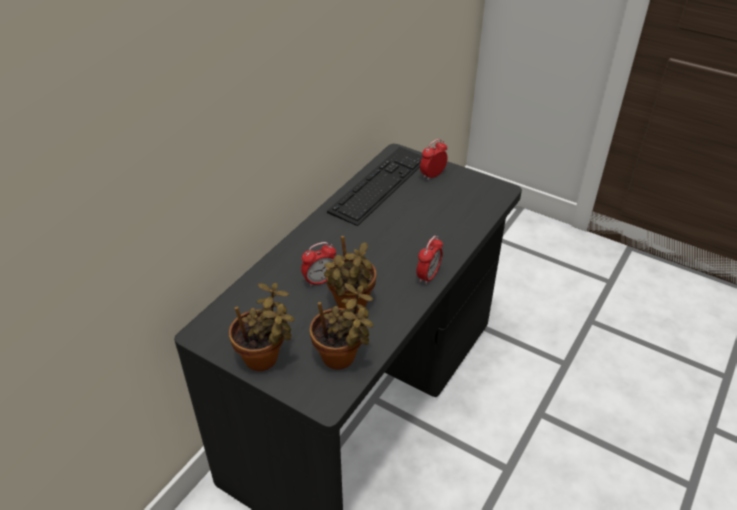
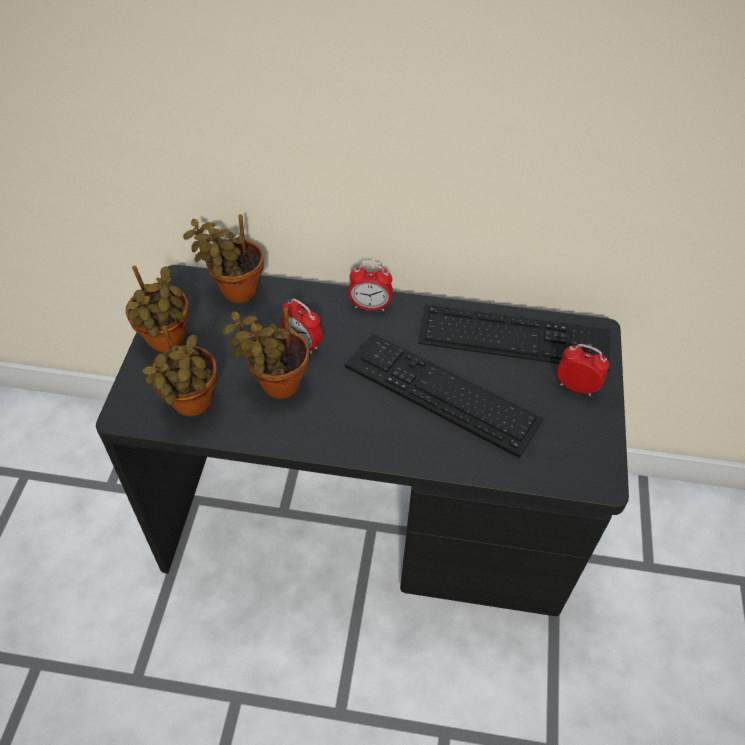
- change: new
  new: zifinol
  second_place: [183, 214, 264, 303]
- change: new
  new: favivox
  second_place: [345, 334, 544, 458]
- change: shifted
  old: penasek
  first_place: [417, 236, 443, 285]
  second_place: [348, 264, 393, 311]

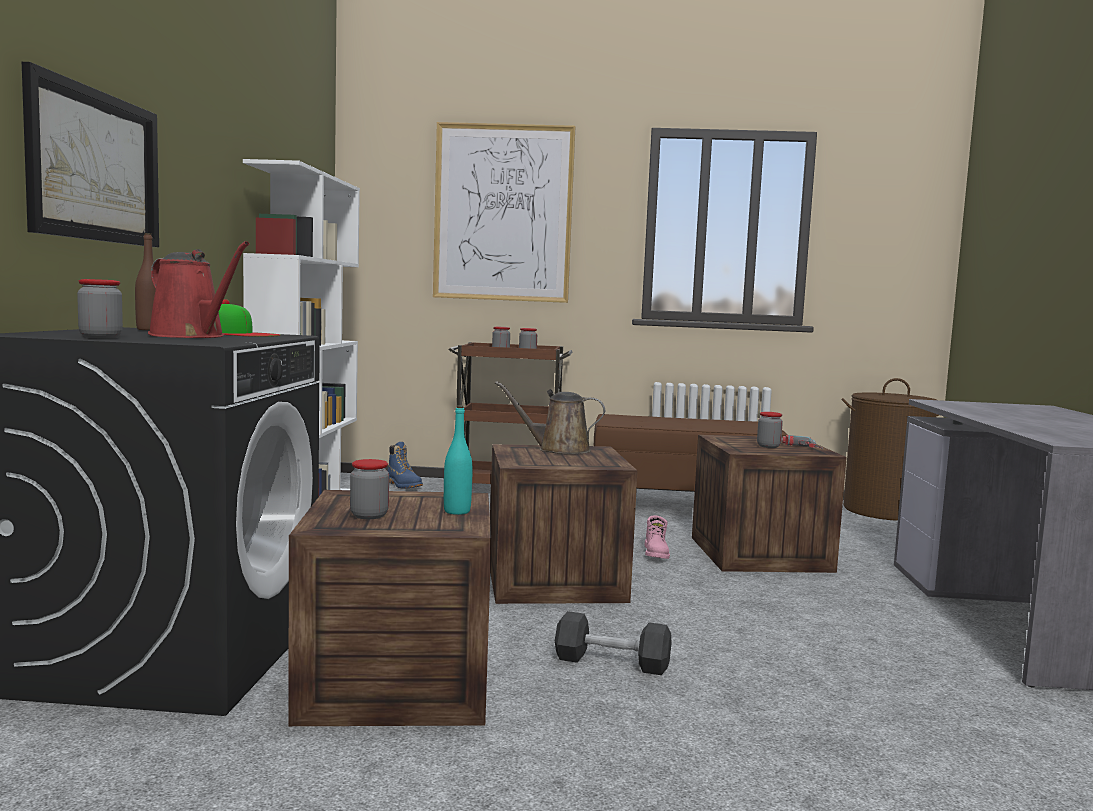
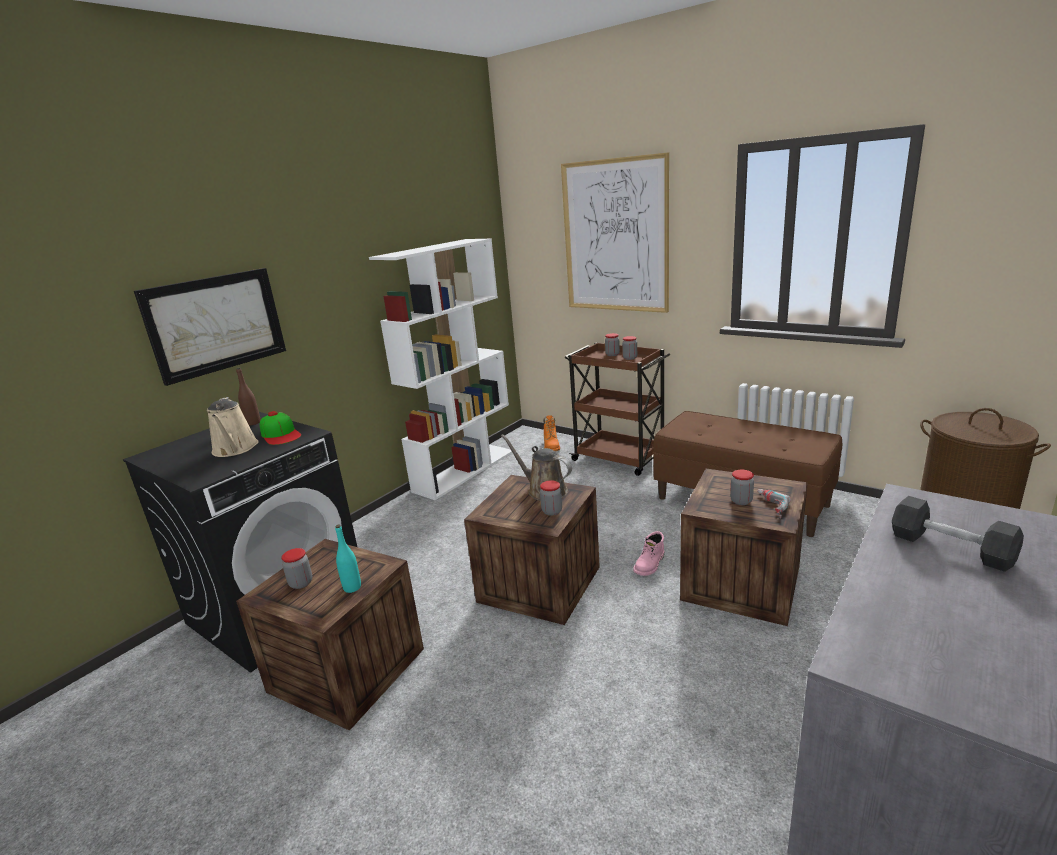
- change: repainted
  old: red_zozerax
  new: beige_zozerax
  first_place: [148, 241, 249, 338]
  second_place: [207, 397, 259, 457]
- change: shifted
  old: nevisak
  first_place: [77, 279, 123, 338]
  second_place: [540, 480, 562, 516]
- change: repainted
  old: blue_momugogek
  new: orange_momugogek
  first_place: [388, 442, 423, 488]
  second_place: [544, 415, 560, 451]
- change: shifted
  old: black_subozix
  first_place: [555, 611, 671, 675]
  second_place: [892, 496, 1024, 572]

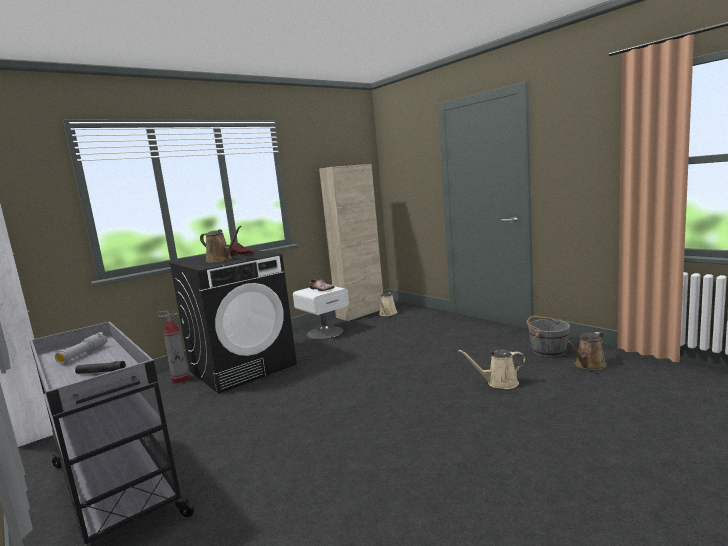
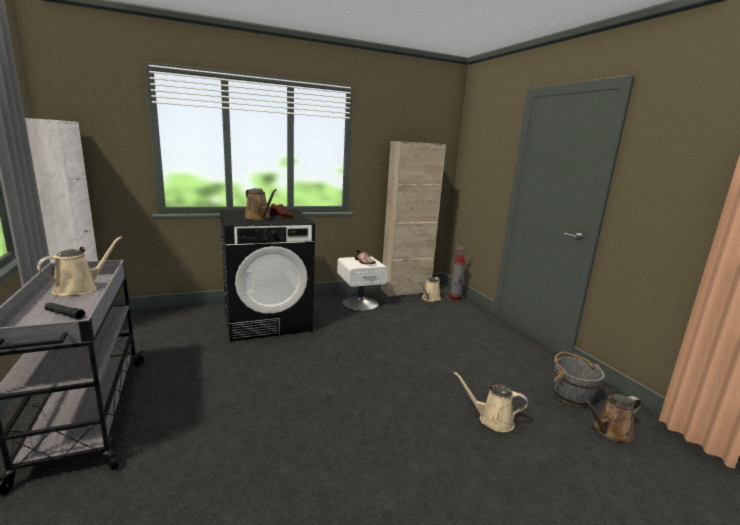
- change: swapped
  old: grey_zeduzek
  new: beige_zozerax
  first_place: [55, 332, 108, 364]
  second_place: [37, 236, 122, 296]
- change: shifted
  old: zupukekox
  first_place: [158, 311, 189, 384]
  second_place: [450, 245, 468, 301]

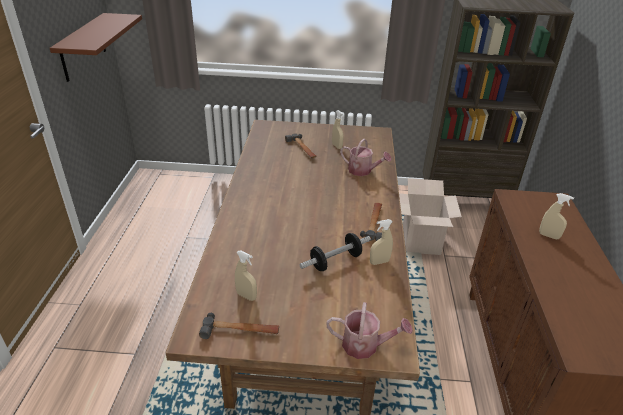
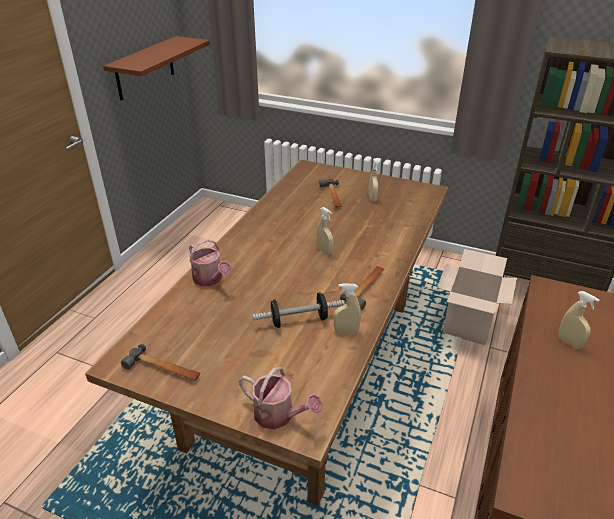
- change: shifted
  old: zozerax
  first_place: [340, 138, 392, 176]
  second_place: [189, 239, 231, 287]
- change: shifted
  old: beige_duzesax
  first_place: [235, 250, 257, 301]
  second_place: [316, 207, 333, 255]

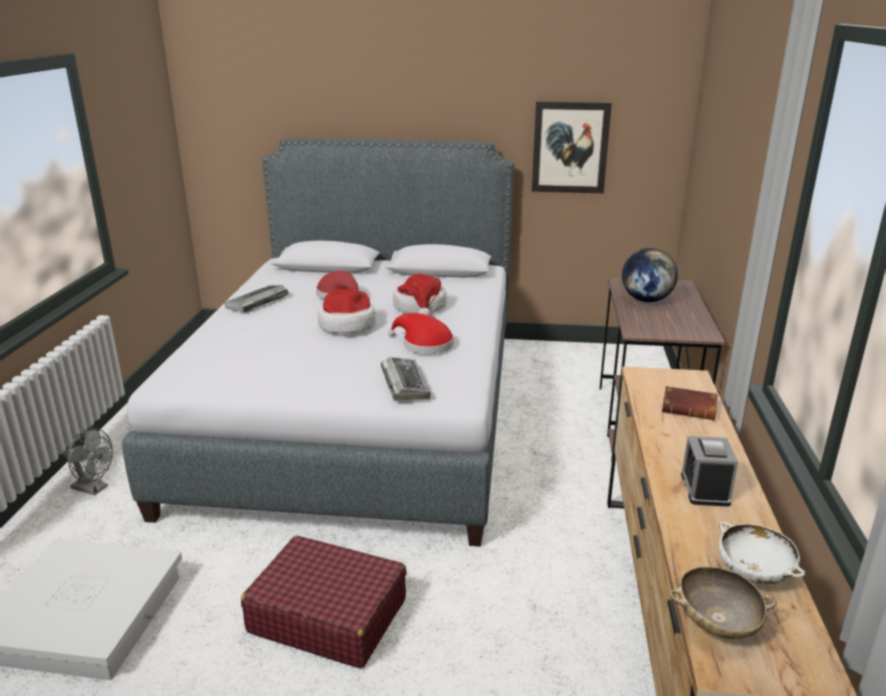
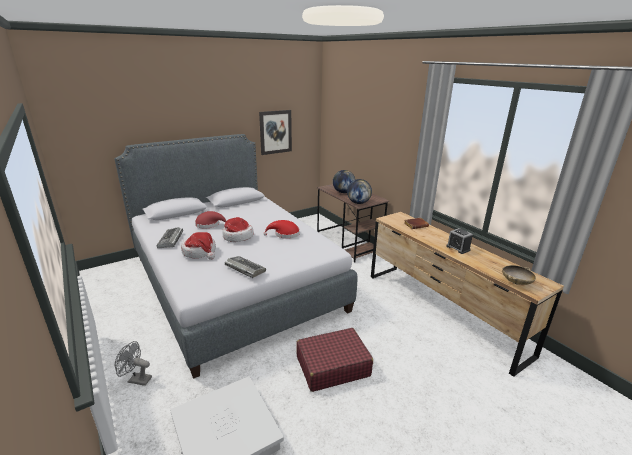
- change: rotated
  old: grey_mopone
  first_place: [63, 428, 113, 495]
  second_place: [115, 341, 152, 386]
  degrees: -150
- change: shifted
  old: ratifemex
  first_place: [393, 274, 447, 316]
  second_place: [181, 232, 216, 260]
- change: shifted
  old: favivox
  first_place: [381, 357, 430, 401]
  second_place: [225, 256, 266, 278]
- change: new
  new: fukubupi
  second_place: [347, 179, 372, 204]
- change: gone
  old: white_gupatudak
  first_place: [718, 522, 805, 584]

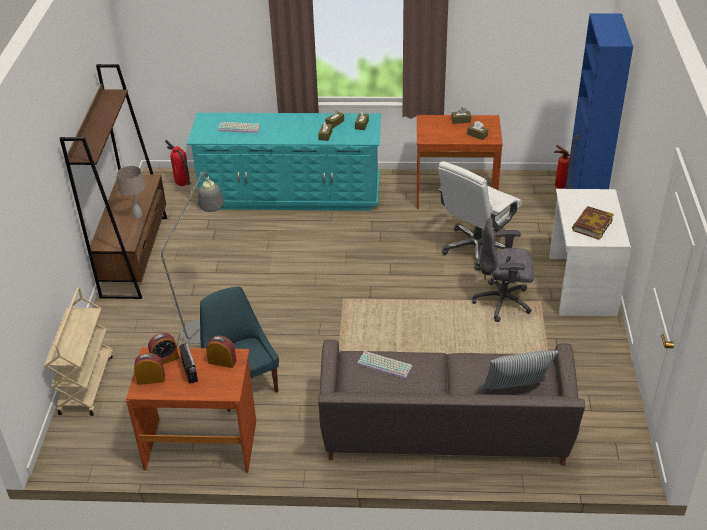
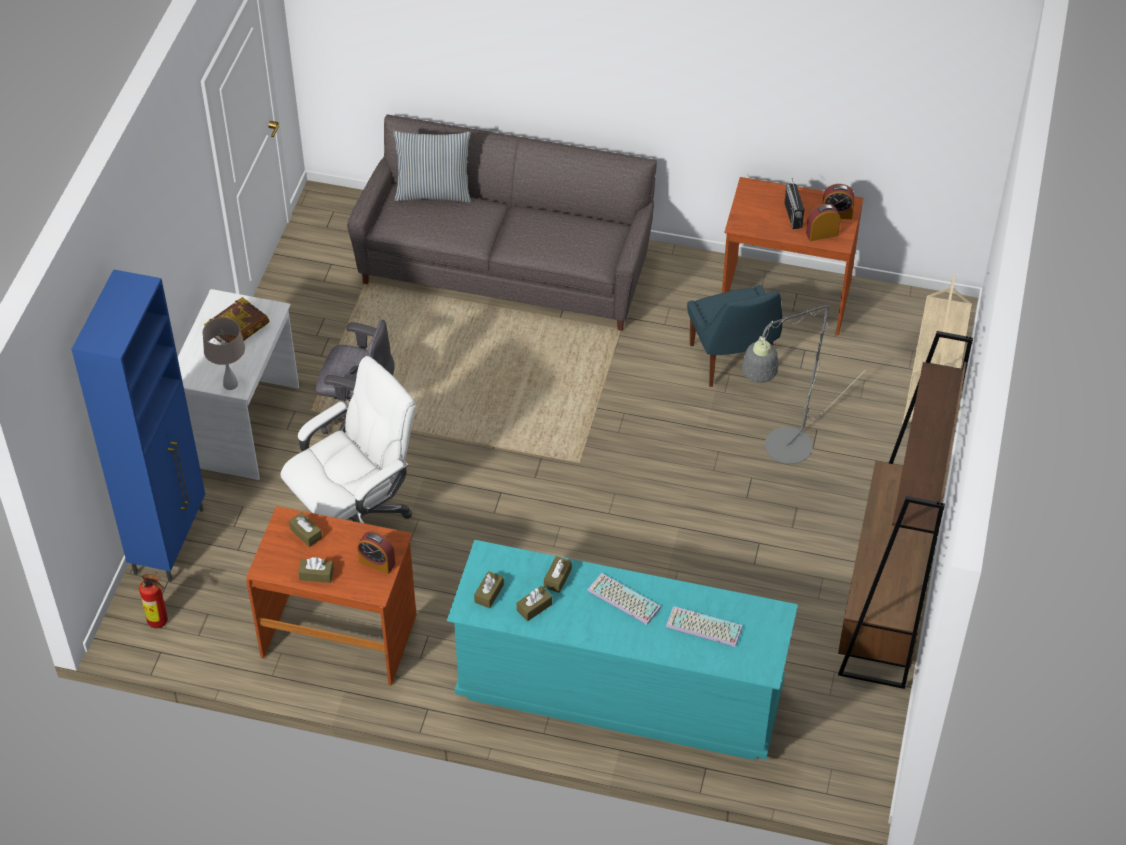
- change: shifted
  old: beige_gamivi
  first_place: [117, 166, 146, 218]
  second_place: [203, 318, 245, 390]
- change: shifted
  old: penasek
  first_place: [206, 336, 237, 368]
  second_place: [357, 531, 396, 574]
- change: shifted
  old: favivox
  first_place: [357, 351, 413, 379]
  second_place: [587, 573, 661, 625]
- change: gone
  old: zupukekox
  first_place: [165, 140, 191, 186]

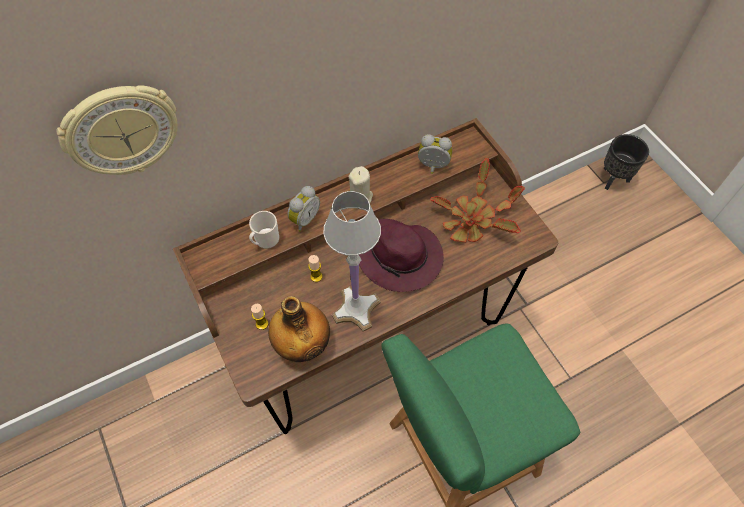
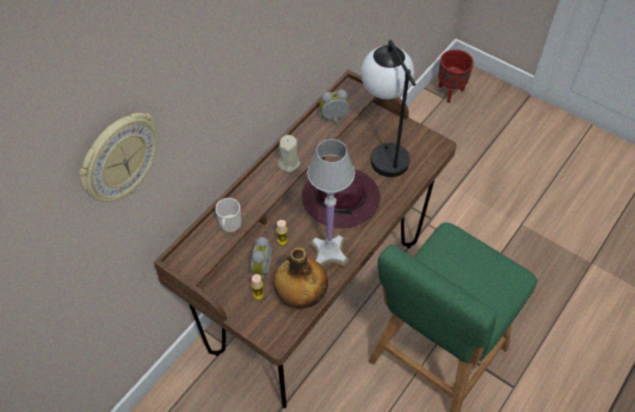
- change: shifted
  old: penasek
  first_place: [287, 186, 320, 232]
  second_place: [251, 237, 272, 280]
- change: swapped
  old: zifinol
  new: gamivi
  first_place: [430, 158, 525, 243]
  second_place: [361, 40, 416, 177]
- change: repainted
  old: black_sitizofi
  new: red_sitizofi
  first_place: [604, 134, 649, 190]
  second_place: [438, 49, 474, 103]

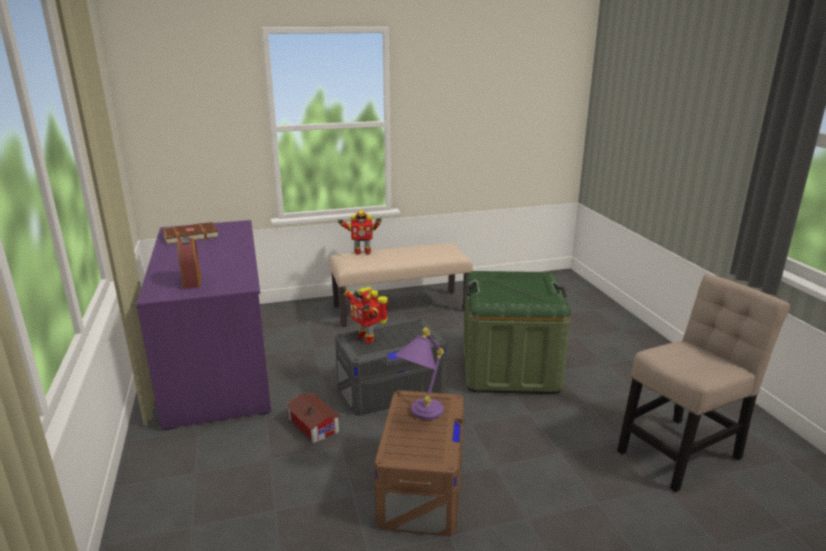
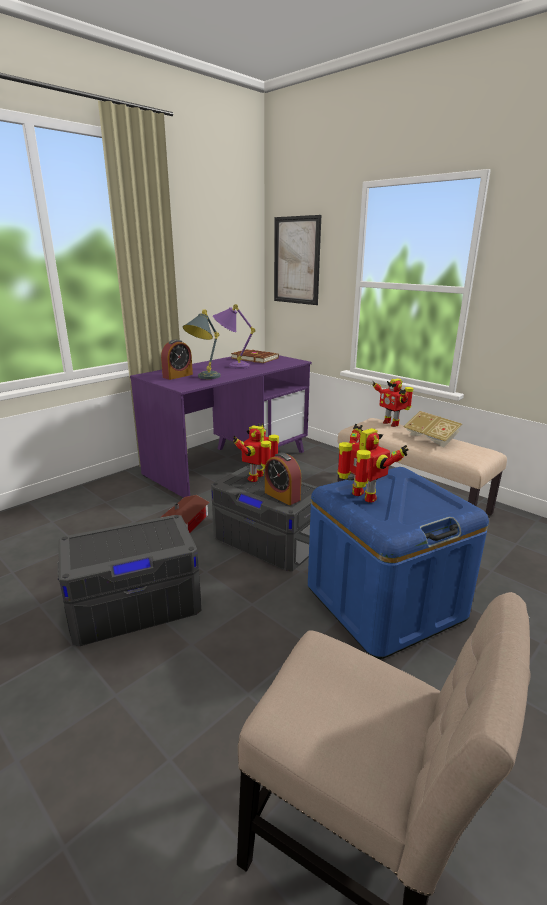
- change: repainted
  old: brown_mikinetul
  new: grey_mikinetul
  first_place: [375, 390, 464, 537]
  second_place: [57, 515, 202, 646]
- change: new
  new: grey_gamivi
  second_place: [183, 309, 220, 379]
- change: shifted
  old: purple_gamivi
  first_place: [394, 327, 445, 420]
  second_place: [213, 304, 256, 369]
- change: new
  new: penasek
  second_place: [265, 453, 301, 505]
- change: new
  new: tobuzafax
  second_place: [274, 215, 321, 305]
- change: repainted
  old: green_mikinetul
  new: blue_mikinetul
  first_place: [463, 271, 571, 394]
  second_place: [308, 467, 489, 659]
- change: new
  new: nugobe
  second_place: [337, 424, 409, 503]
- change: new
  new: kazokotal
  second_place: [403, 411, 462, 448]

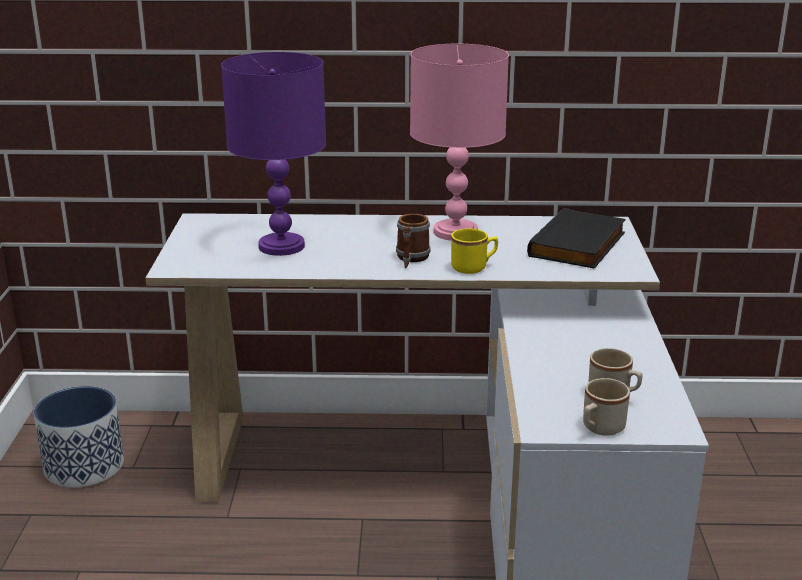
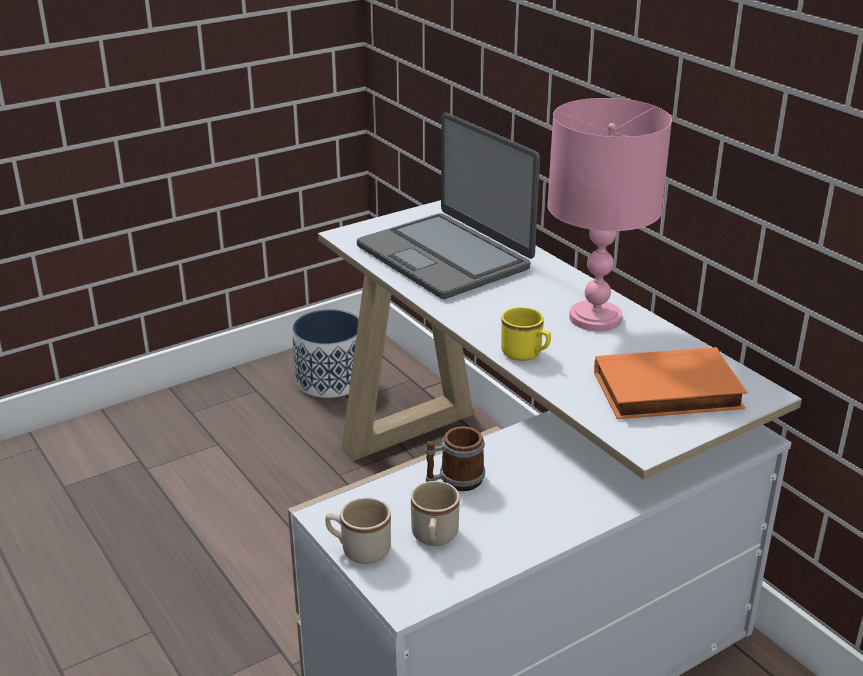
- change: swapped
  old: purple_gamivi
  new: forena
  first_place: [221, 52, 326, 256]
  second_place: [357, 112, 540, 299]
- change: shifted
  old: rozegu
  first_place: [396, 214, 431, 268]
  second_place: [426, 426, 485, 491]
- change: repainted
  old: black_kazokotal
  new: orange_kazokotal
  first_place: [527, 208, 626, 269]
  second_place: [594, 347, 748, 419]

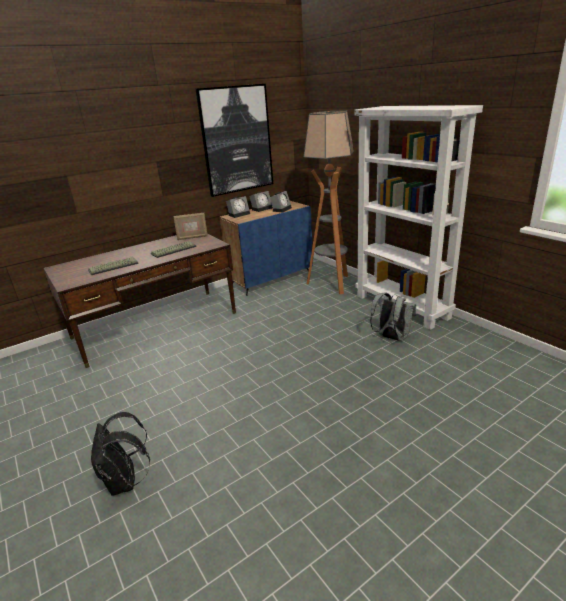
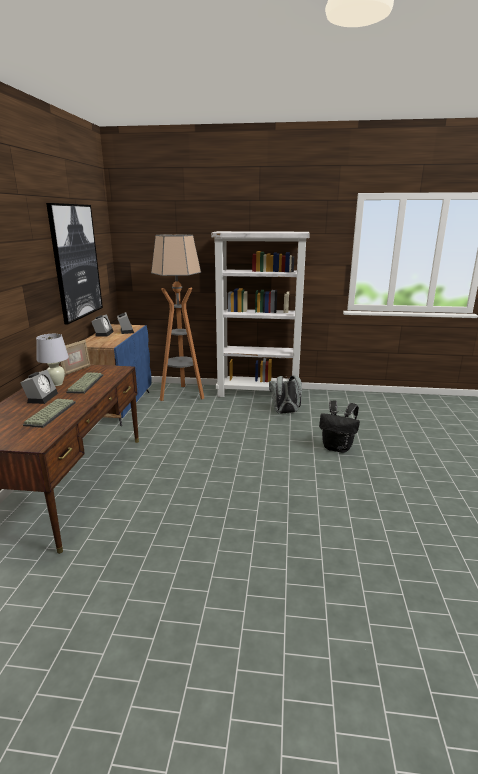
- change: shifted
  old: penasek
  first_place: [226, 196, 250, 218]
  second_place: [21, 370, 58, 404]
- change: new
  new: white_gamivi
  second_place: [36, 334, 69, 386]
- change: shifted
  old: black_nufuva
  first_place: [91, 412, 150, 496]
  second_place: [319, 400, 360, 453]

